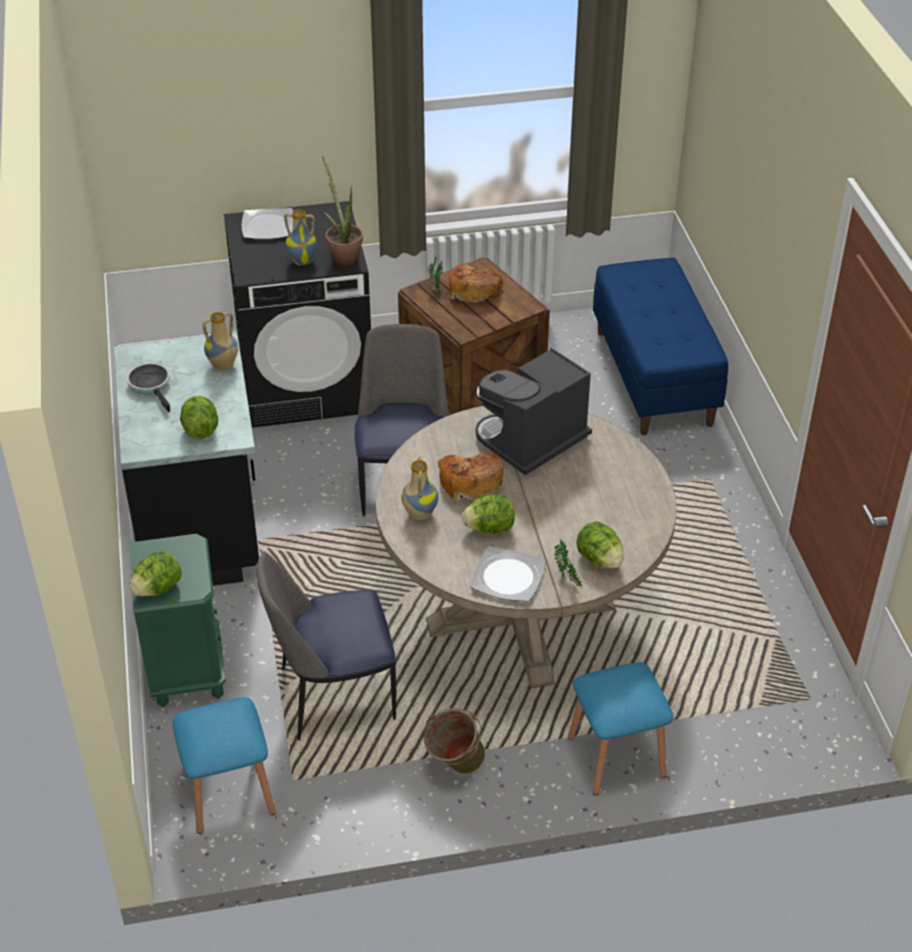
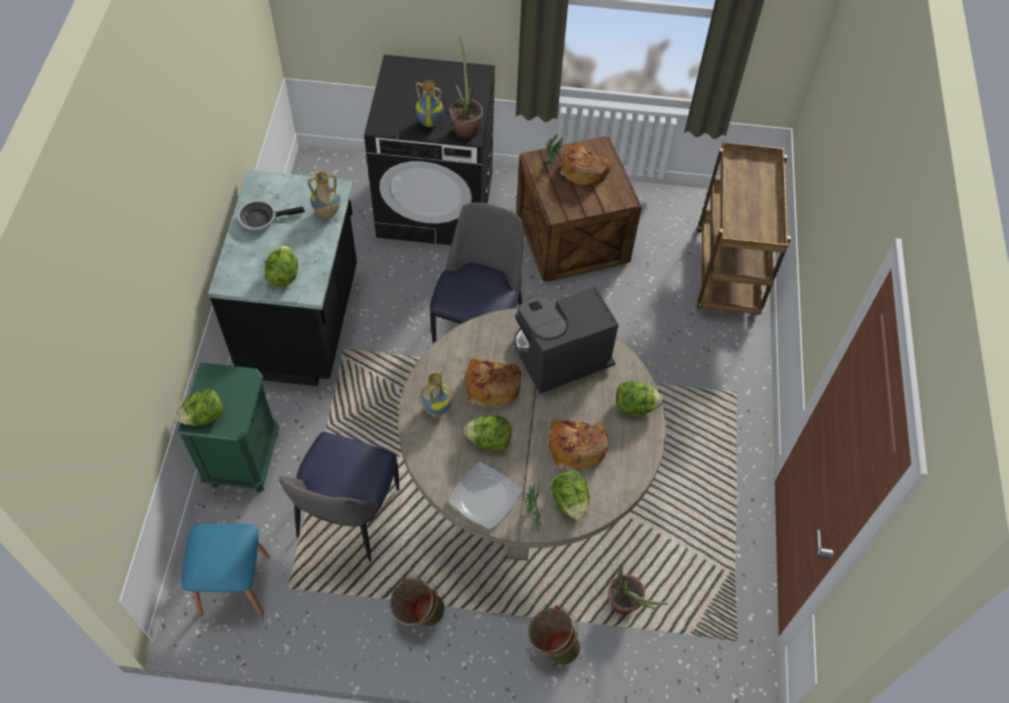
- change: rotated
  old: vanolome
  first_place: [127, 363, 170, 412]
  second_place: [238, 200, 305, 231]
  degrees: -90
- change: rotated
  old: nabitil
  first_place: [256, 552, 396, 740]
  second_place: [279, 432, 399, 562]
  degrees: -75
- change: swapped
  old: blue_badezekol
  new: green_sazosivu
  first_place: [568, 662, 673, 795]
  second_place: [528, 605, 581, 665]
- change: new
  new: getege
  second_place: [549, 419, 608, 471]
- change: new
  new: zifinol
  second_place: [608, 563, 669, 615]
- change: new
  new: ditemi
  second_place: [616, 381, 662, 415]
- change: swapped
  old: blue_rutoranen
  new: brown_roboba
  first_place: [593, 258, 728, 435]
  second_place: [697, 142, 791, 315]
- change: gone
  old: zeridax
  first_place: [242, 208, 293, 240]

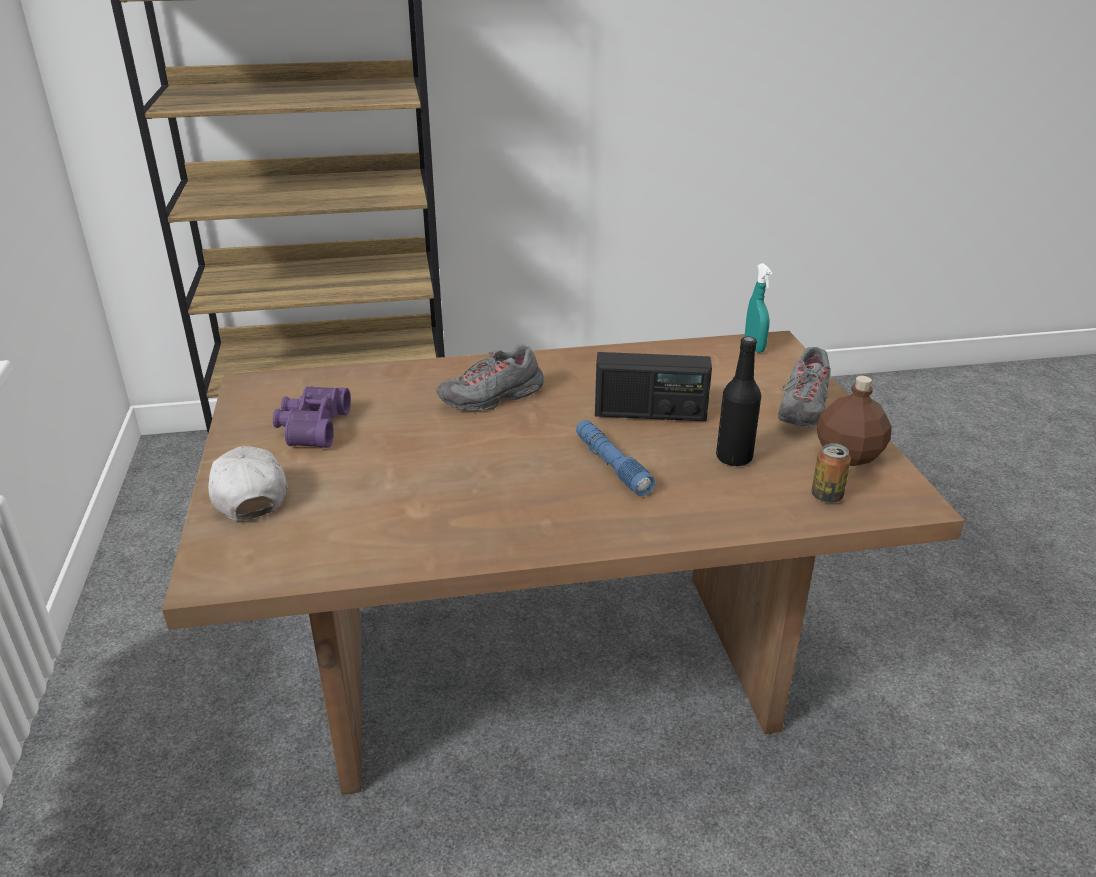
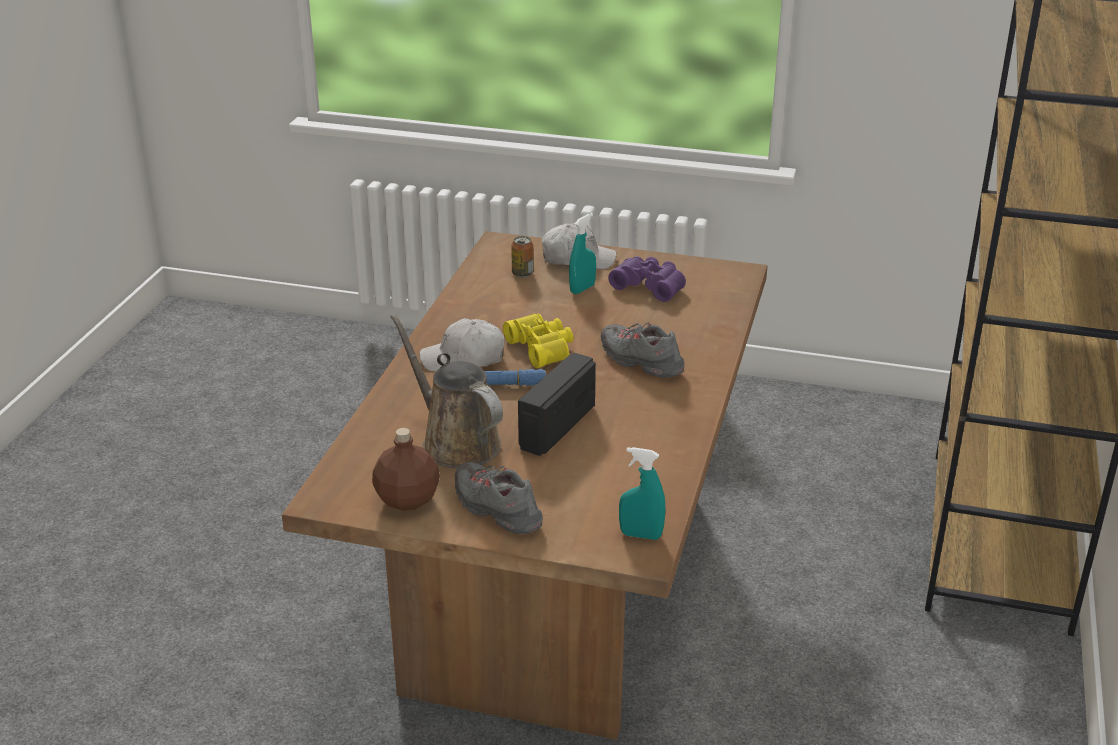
- change: swapped
  old: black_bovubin
  new: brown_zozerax
  first_place: [716, 336, 761, 466]
  second_place: [390, 313, 503, 469]
- change: new
  new: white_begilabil
  second_place: [419, 318, 504, 372]
- change: new
  new: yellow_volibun
  second_place: [503, 313, 573, 368]
- change: shifted
  old: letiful
  first_place: [811, 443, 851, 503]
  second_place: [511, 236, 534, 277]
- change: new
  new: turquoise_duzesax
  second_place: [569, 213, 596, 294]
- change: rotated
  old: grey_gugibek
  first_place: [436, 344, 544, 412]
  second_place: [601, 322, 684, 378]
  degrees: -45

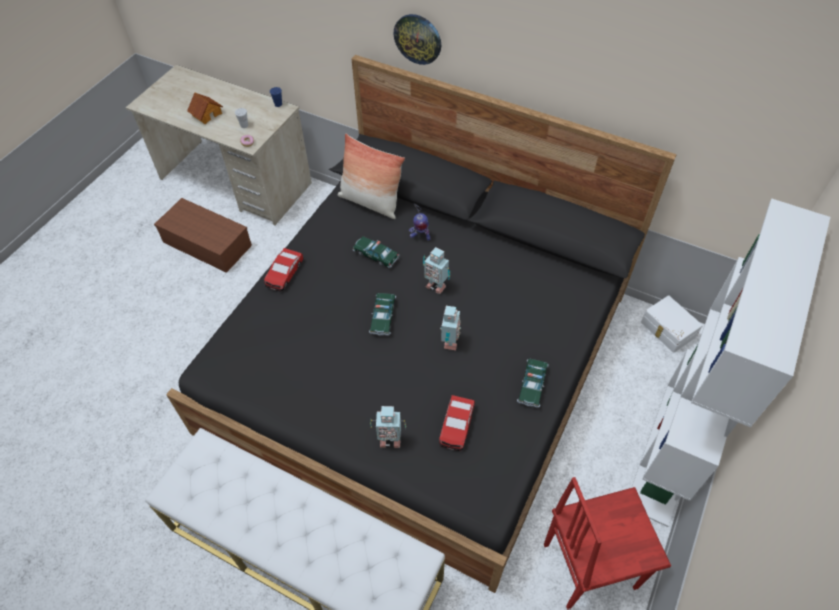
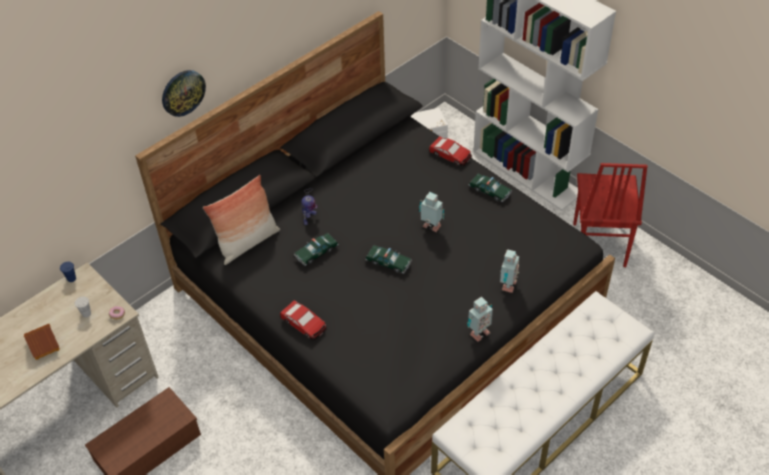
- change: shifted
  old: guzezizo
  first_place: [439, 395, 475, 451]
  second_place: [429, 136, 472, 166]
- change: shifted
  old: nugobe
  first_place: [423, 247, 450, 294]
  second_place: [467, 297, 493, 342]

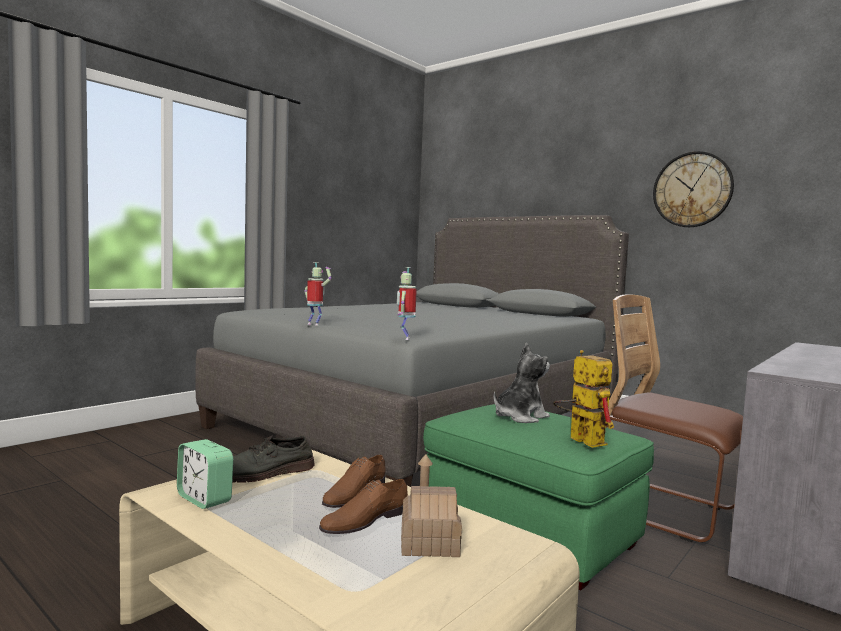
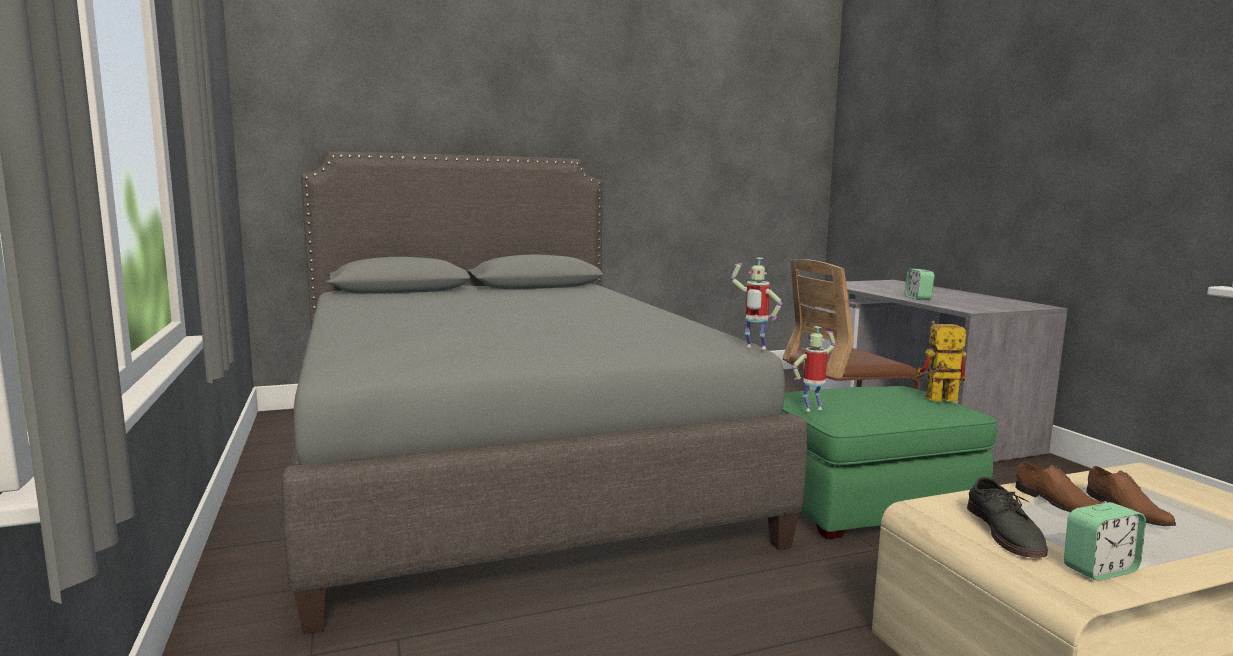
- change: shifted
  old: nugobe
  first_place: [304, 262, 332, 326]
  second_place: [792, 326, 836, 411]
- change: new
  new: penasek
  second_place: [905, 269, 934, 300]
- change: gone
  old: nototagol
  first_place: [401, 454, 462, 557]
- change: gone
  old: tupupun
  first_place: [494, 343, 550, 423]
- change: gone
  old: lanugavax
  first_place: [653, 151, 734, 227]

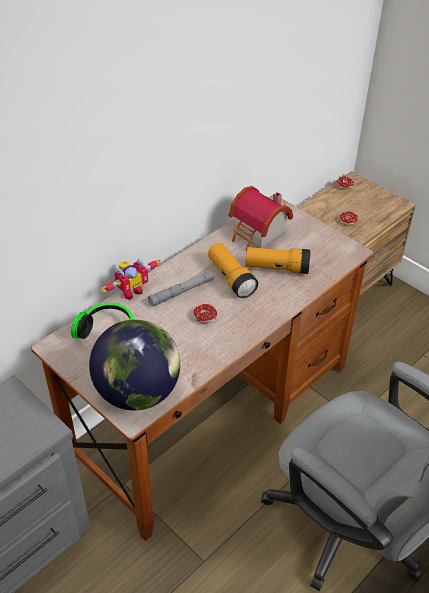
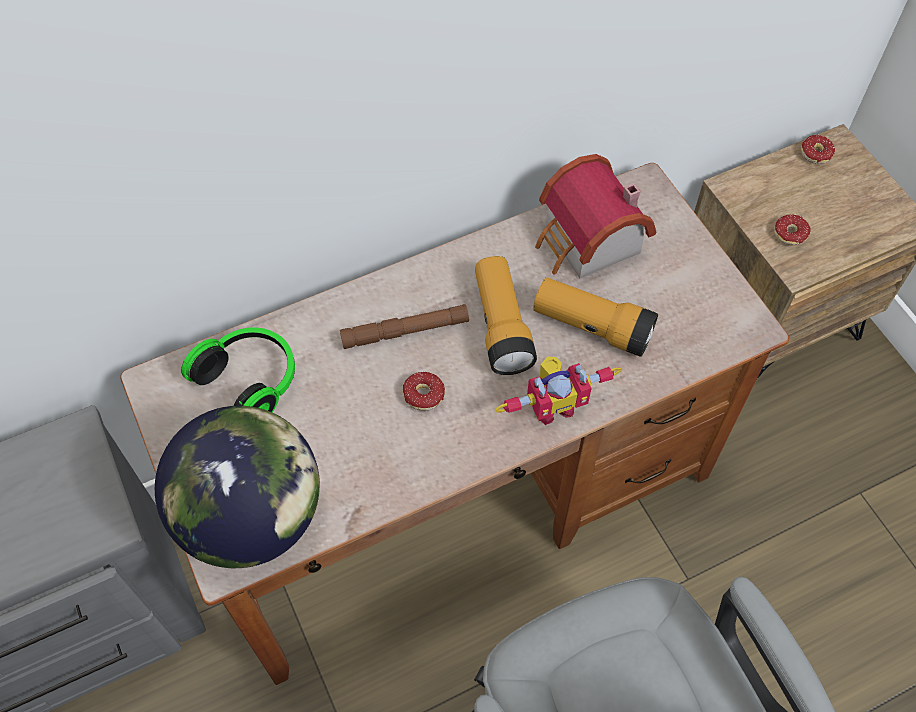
- change: repainted
  old: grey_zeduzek
  new: brown_zeduzek
  first_place: [148, 271, 214, 306]
  second_place: [340, 304, 469, 349]
- change: shifted
  old: nugobe
  first_place: [101, 259, 161, 300]
  second_place: [495, 356, 622, 425]

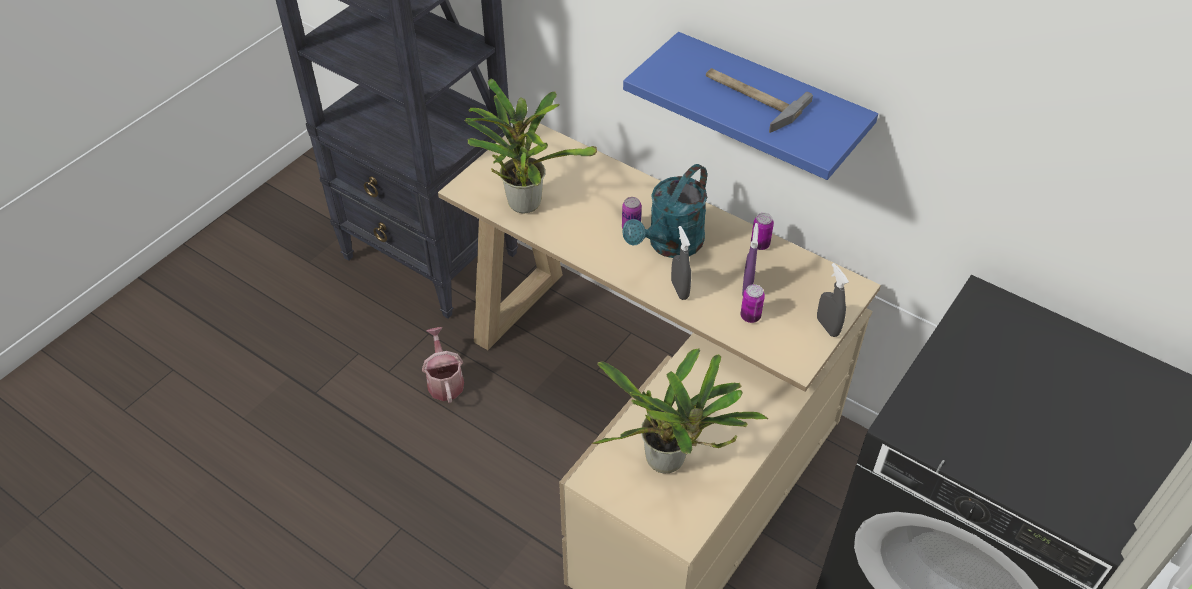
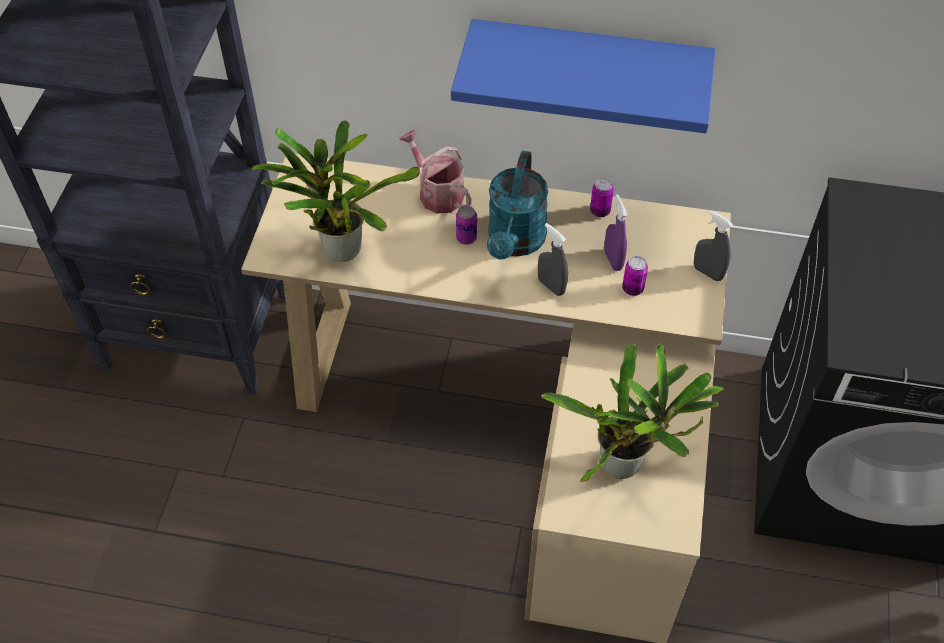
- change: shifted
  old: zozerax
  first_place: [422, 327, 464, 403]
  second_place: [399, 130, 471, 213]
- change: gone
  old: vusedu
  first_place: [706, 68, 813, 133]

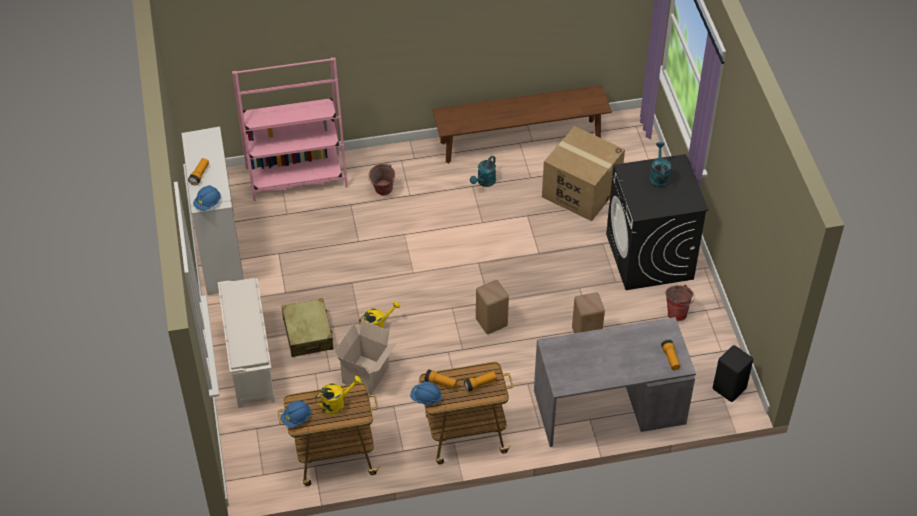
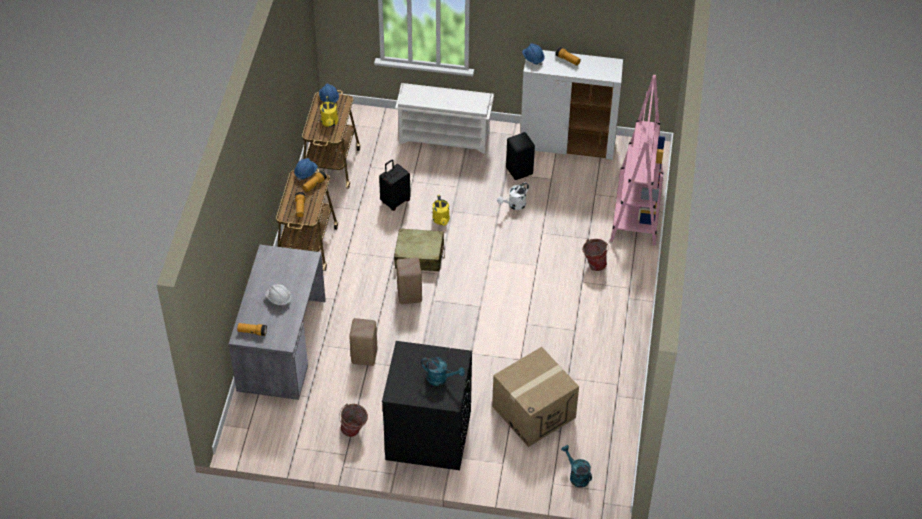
- change: new
  new: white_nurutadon
  second_place: [265, 284, 291, 306]
- change: swapped
  old: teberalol
  new: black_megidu
  first_place: [335, 320, 397, 395]
  second_place: [379, 159, 411, 211]
- change: shifted
  old: beige_megidu
  first_place: [282, 298, 333, 357]
  second_place: [394, 228, 445, 271]
- change: new
  new: white_zozerax
  second_place: [497, 182, 529, 210]
- change: shifted
  old: black_badezekol
  first_place: [713, 345, 753, 402]
  second_place: [506, 132, 535, 180]
- change: shifted
  old: turquoise_zozerax
  first_place: [470, 156, 496, 187]
  second_place: [561, 445, 592, 488]
- change: gone
  old: brown_rutoranen
  first_place: [432, 85, 612, 164]

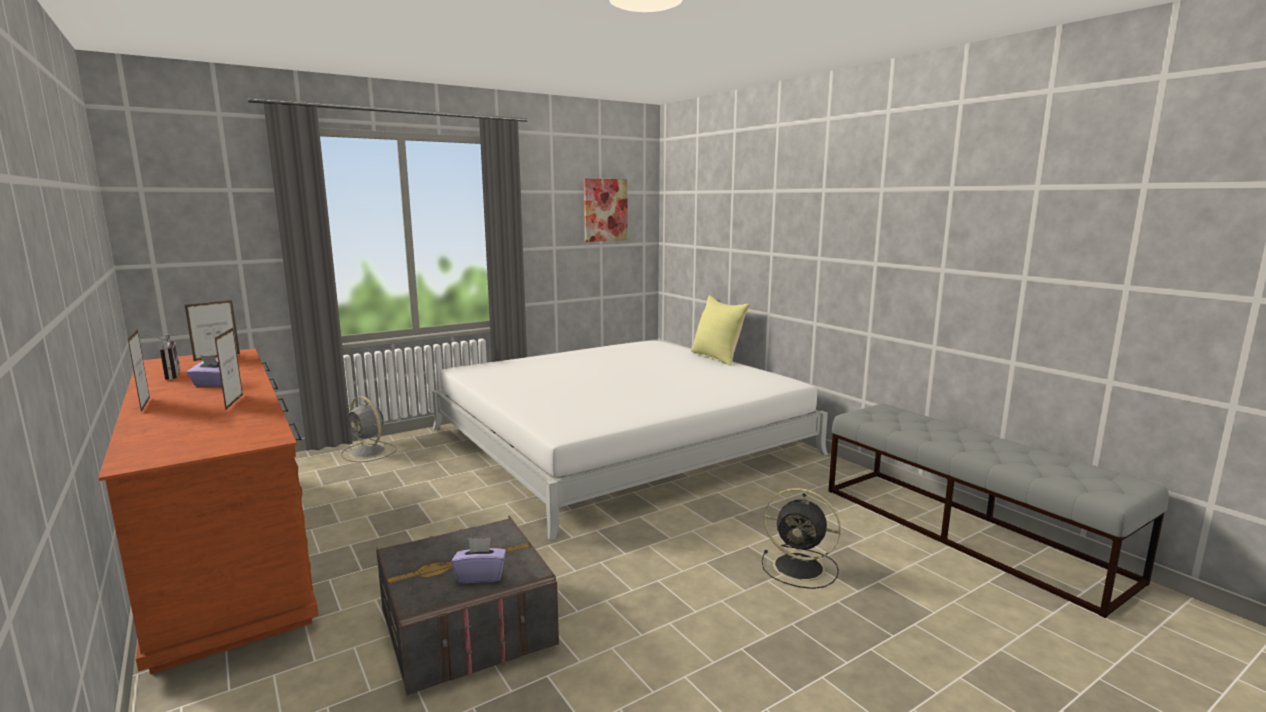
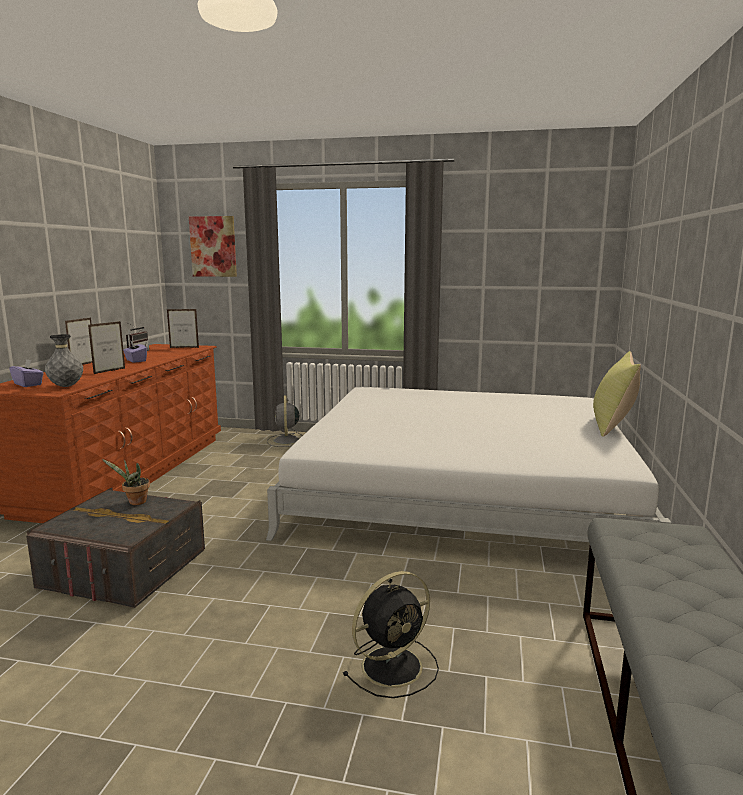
- change: shifted
  old: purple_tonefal
  first_place: [451, 538, 506, 583]
  second_place: [9, 359, 44, 387]
- change: new
  new: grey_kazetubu
  second_place: [45, 334, 83, 387]
- change: new
  new: zifinol
  second_place: [102, 459, 150, 505]
- change: shifted
  old: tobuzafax
  first_place: [584, 179, 627, 242]
  second_place: [189, 216, 237, 277]
- change: rotated
  old: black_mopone
  first_place: [762, 488, 841, 589]
  second_place: [343, 571, 439, 698]
  degrees: -105

